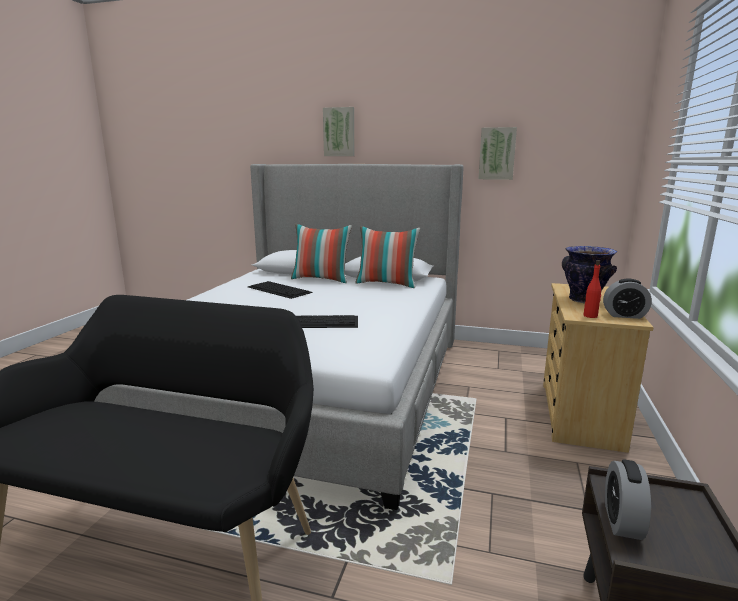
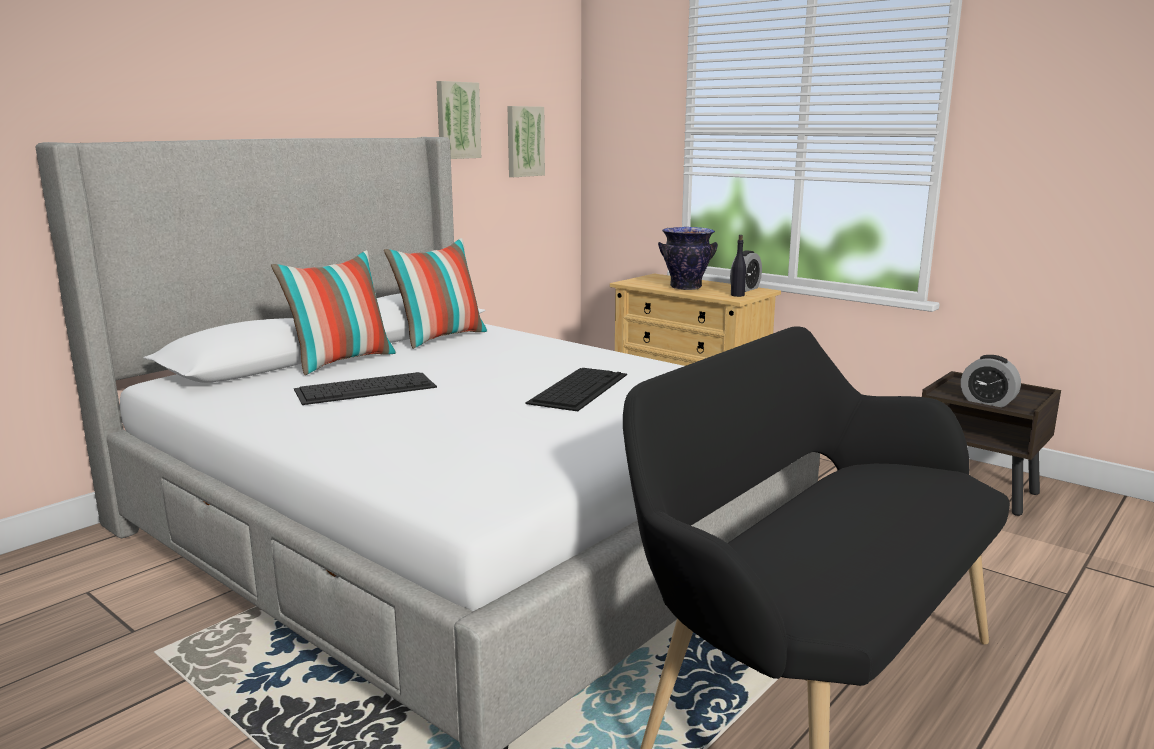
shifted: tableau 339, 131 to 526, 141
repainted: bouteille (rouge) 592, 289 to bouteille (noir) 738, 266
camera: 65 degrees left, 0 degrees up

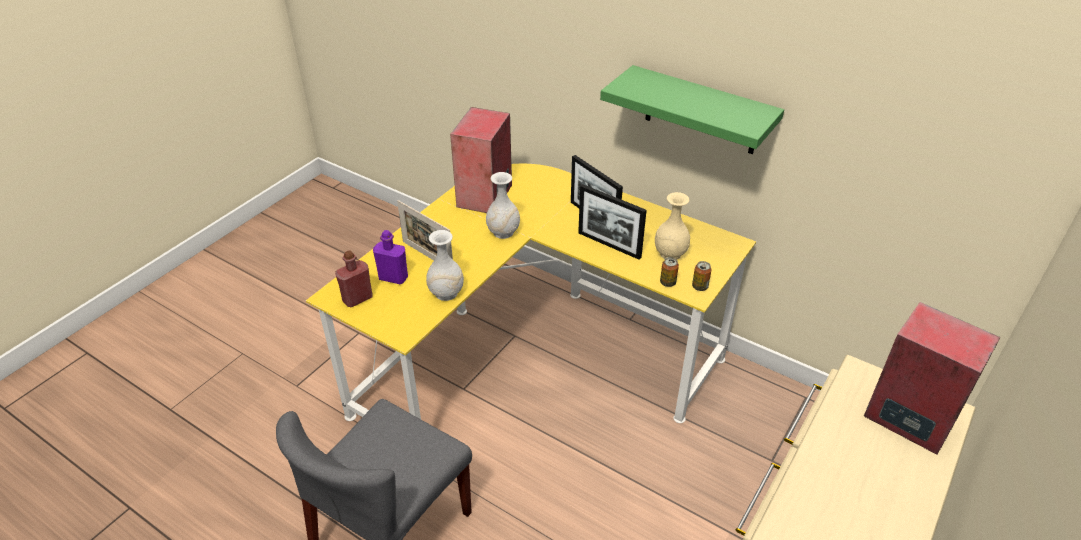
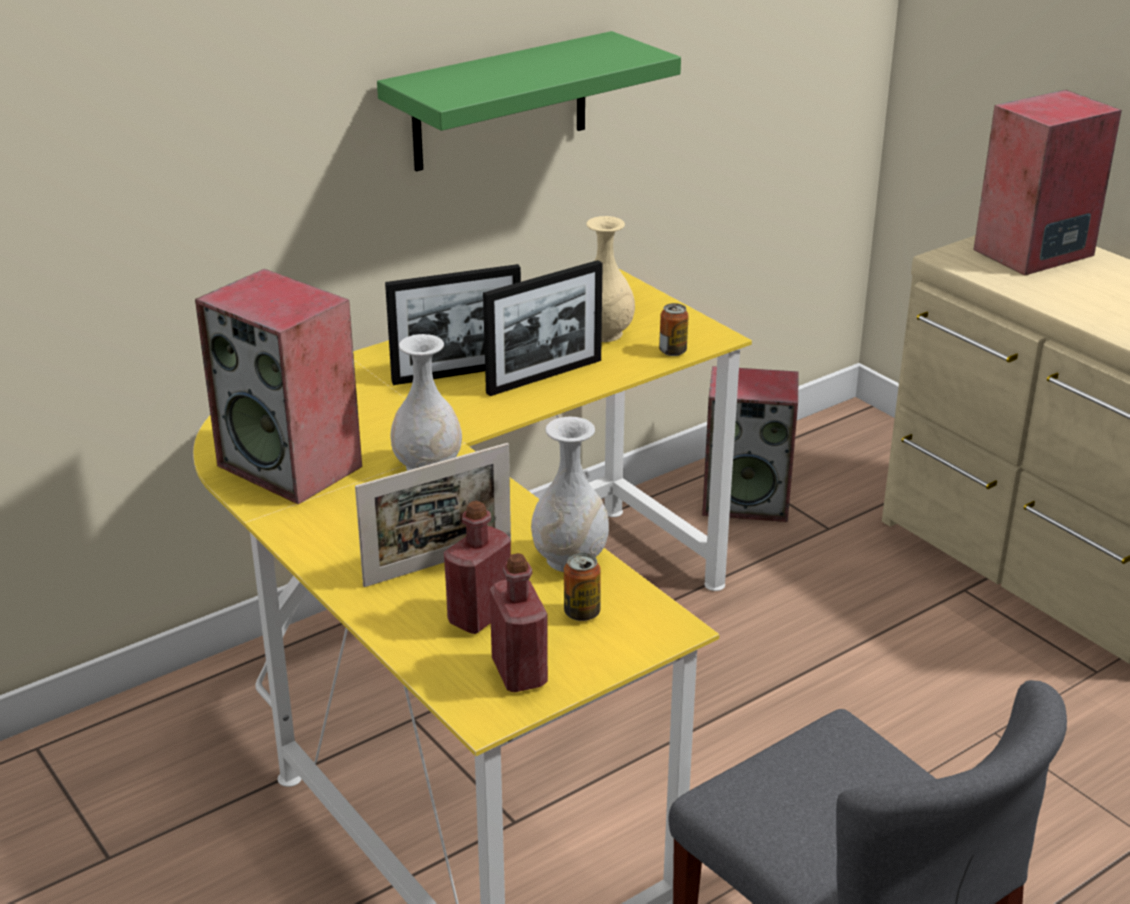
new: enceinte 750, 444
shifted: boîte métallique 702, 276 to 582, 587
repainted: bouteille (violet) 390, 257 to bouteille (rouge) 477, 567
camera: 70 degrees left, 10 degrees down

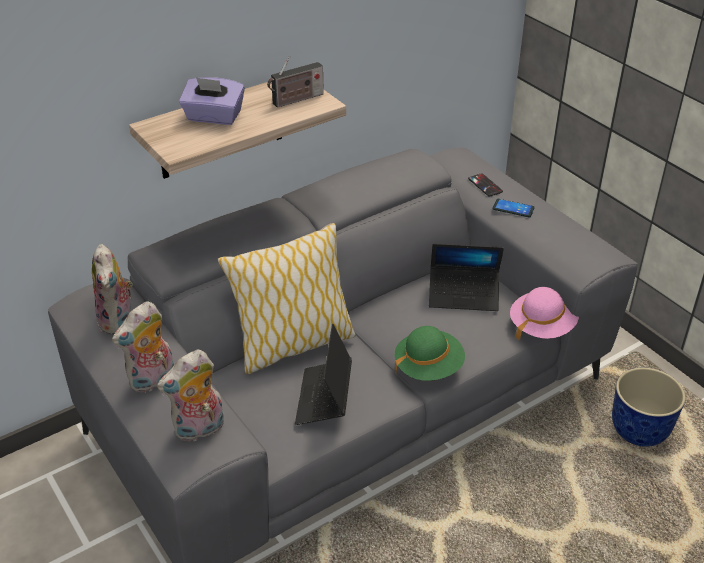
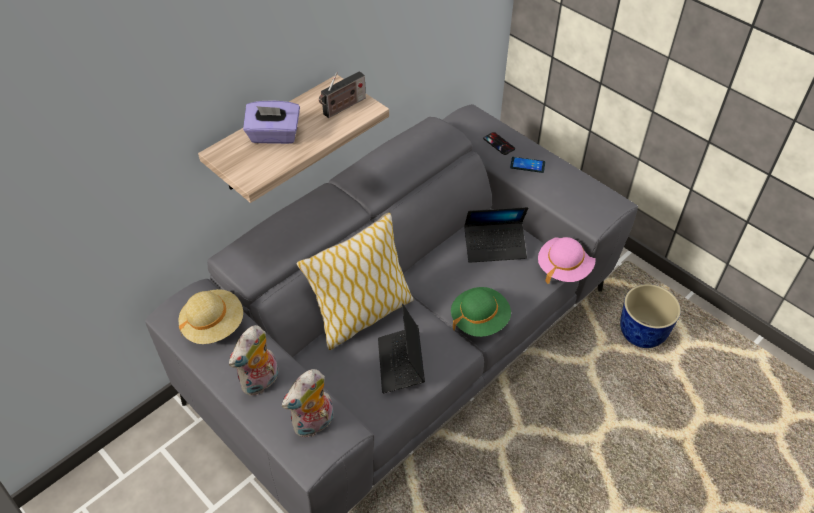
swapped: peluche 112, 289 to chapeau (beige) 210, 316
camera: 10 degrees left, 10 degrees up

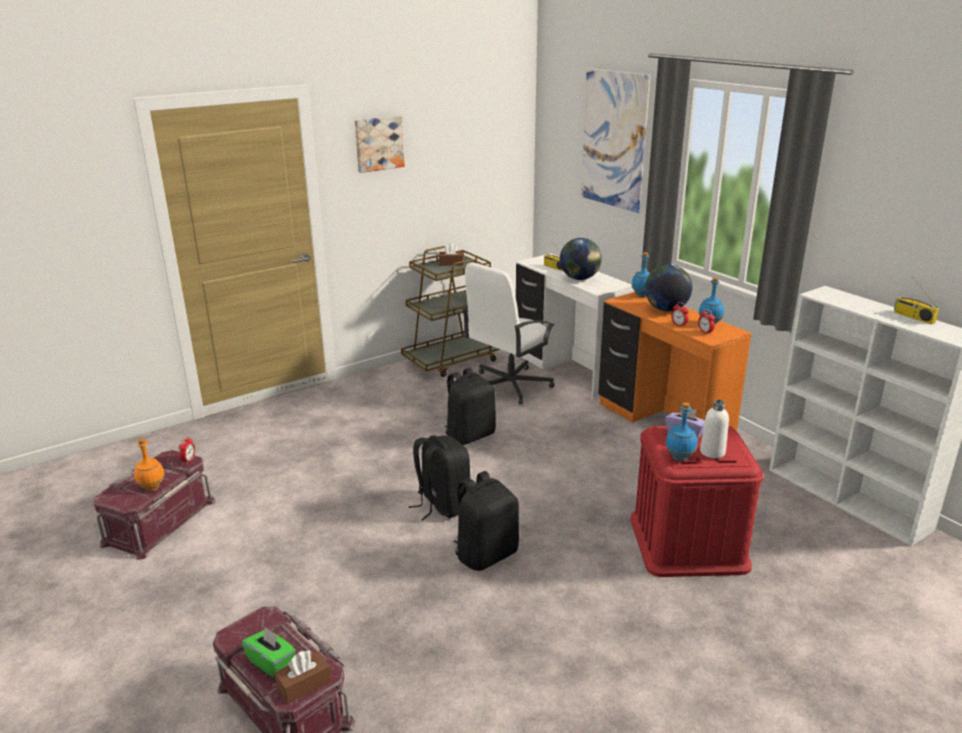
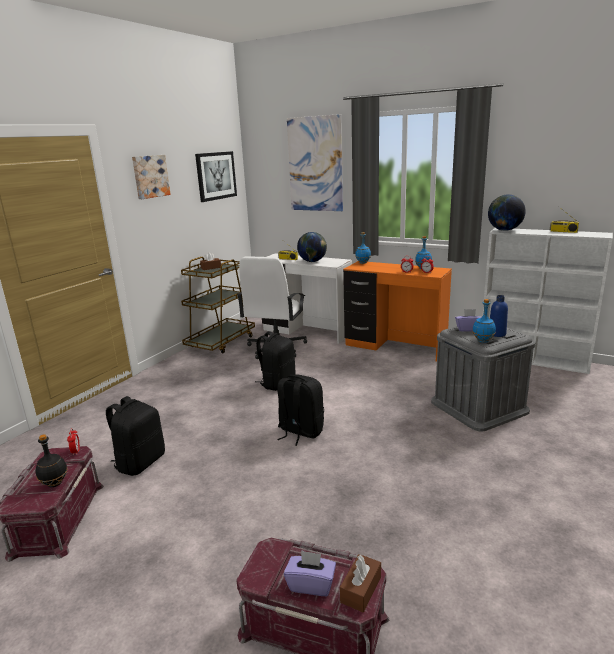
new: tableau 216, 176
shifted: sac à dos (noir) 486, 521 to 135, 436; globe 668, 288 to 507, 212
repainted: bouteille (orange) 149, 465 to bouteille (noir) 51, 460; boîte à mouchoirs (vert) 269, 652 to boîte à mouchoirs (violet) 310, 573; boîte de rangement (rouge) 697, 501 to boîte de rangement (gris) 483, 378; bouteille (blanc) 714, 429 to bouteille (bleu) 499, 316
camera: 25 degrees left, 5 degrees down

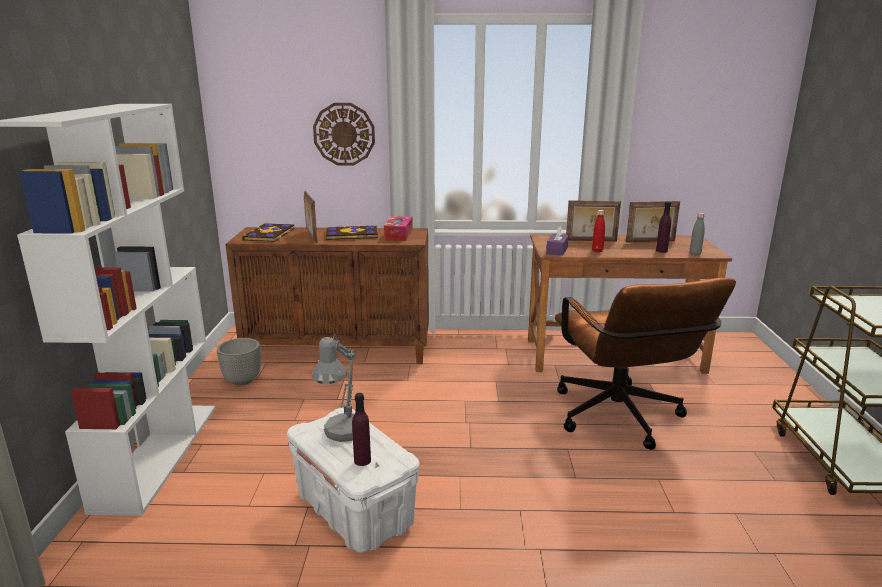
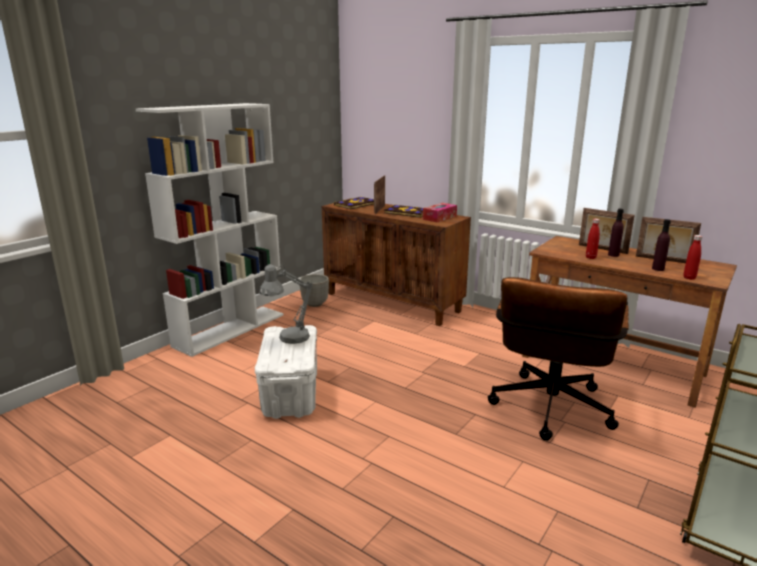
gone: horloge murale 344, 134; boîte à mouchoirs (violet) 557, 240
shifted: bouteille (violet) 361, 429 to 616, 233
repainted: bouteille (gris) 697, 234 to bouteille (rouge) 692, 257
camera: 35 degrees right, 0 degrees up

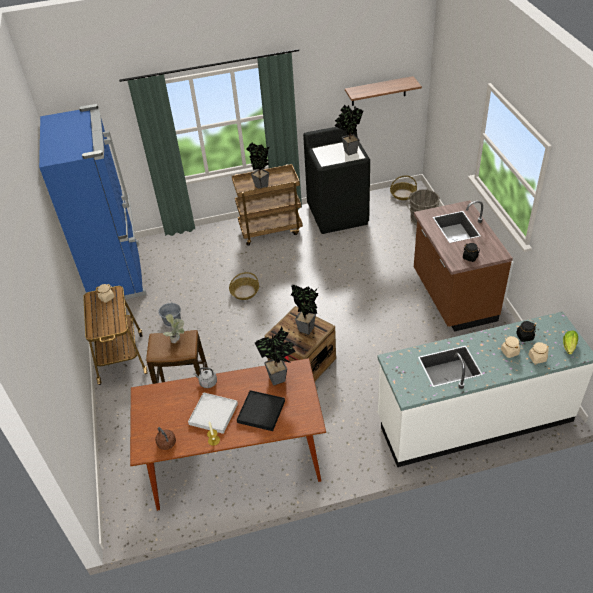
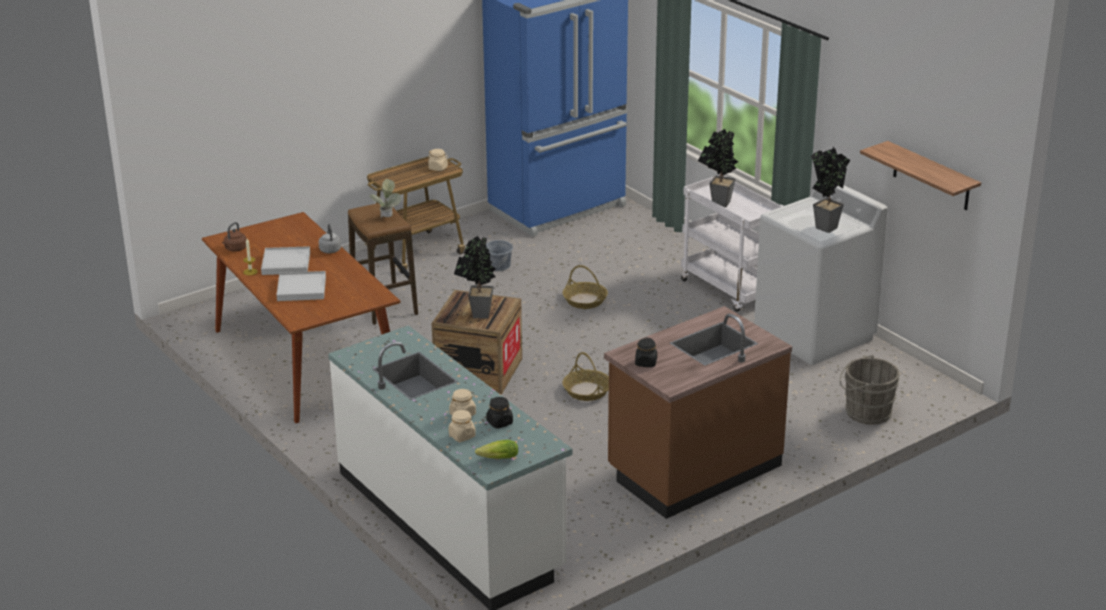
gone: plante en pot 275, 355
shifted: panier 403, 187 to 585, 376
repainted: chariot (marron) 267, 205 to chariot (blanc) 732, 243; plateau (noir) 261, 410 to plateau (blanc) 301, 286; lave-linge (noir) 336, 180 to lave-linge (blanc) 821, 275
camera: 65 degrees right, 15 degrees down

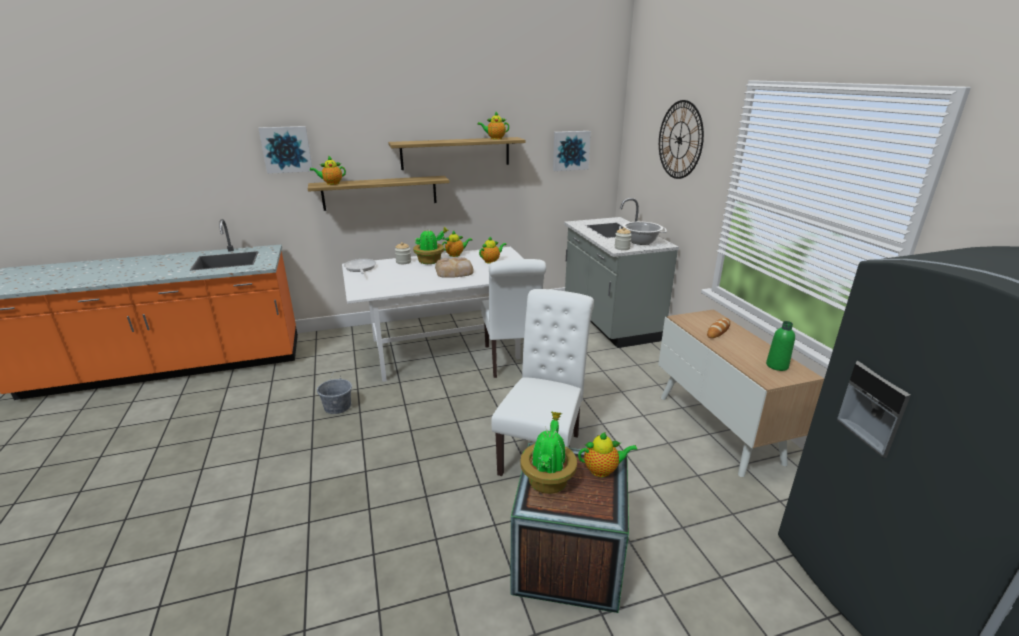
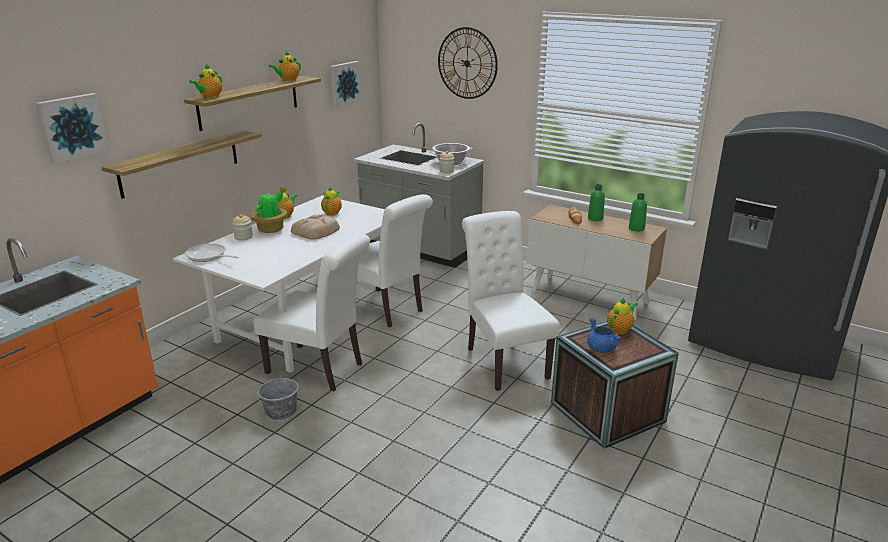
new: chaise (blanc) 311, 312; bouteille (vert) 596, 202
shifted: théière 328, 170 to 205, 81
swapped: plante en pot 548, 452 to marmite (bleu) 604, 335
camera: 40 degrees left, 0 degrees up

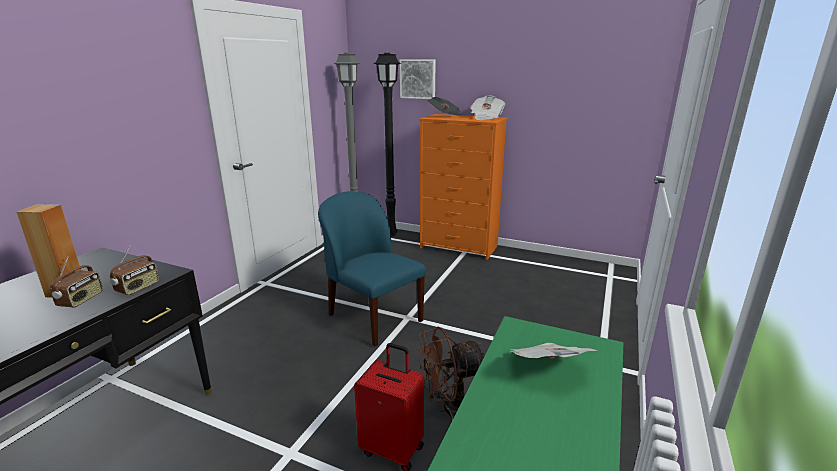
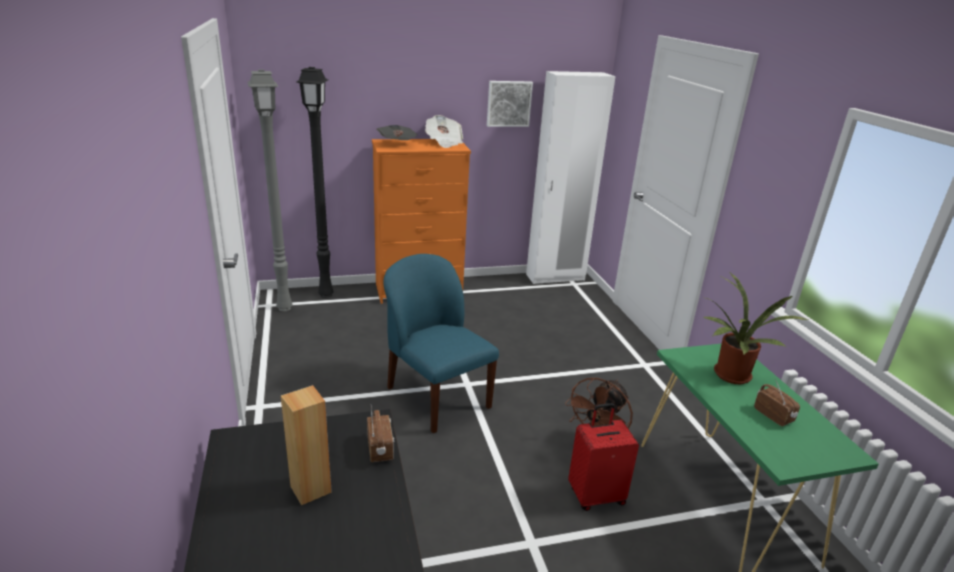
new: armoire (blanc) 570, 177
shifted: radio 76, 281 to 777, 402; tableau 418, 79 to 510, 104
swapped: journal 553, 351 to plante en pot 756, 328
rotated: chaise (bleu) 372, 269 = 441, 344 45 degrees clockwise
camera: 40 degrees left, 5 degrees up

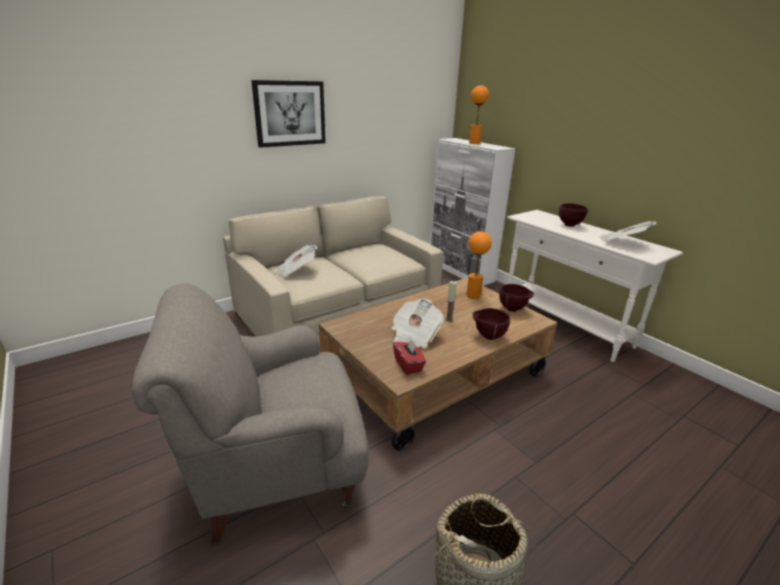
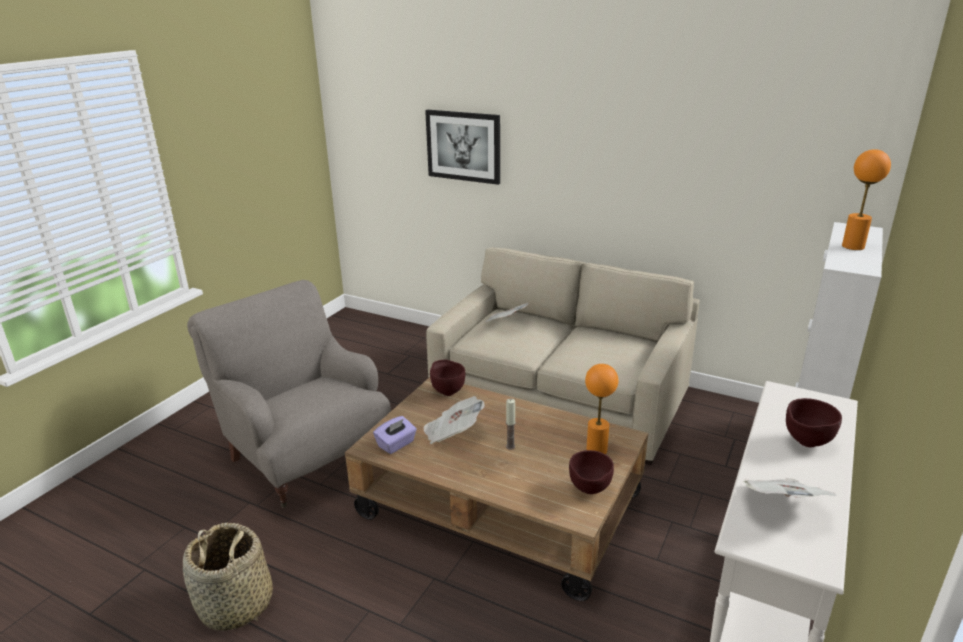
shifted: tableau 288, 114 to 462, 147; bol (marron) 491, 324 to 447, 378
repainted: boîte à mouchoirs (rouge) 409, 357 to boîte à mouchoirs (violet) 395, 435
camera: 65 degrees right, 0 degrees up

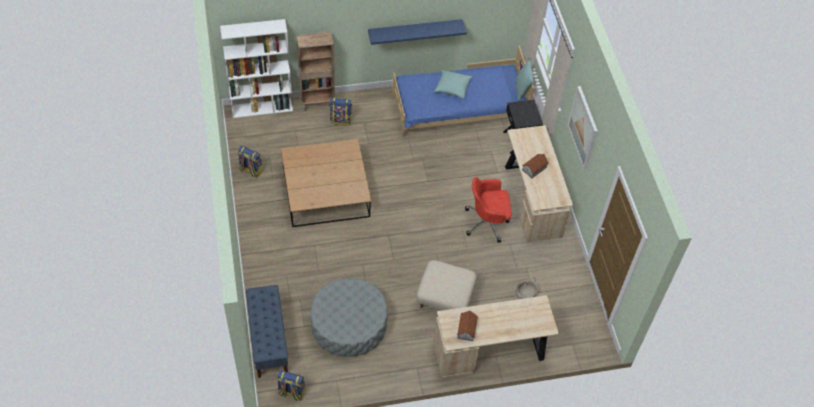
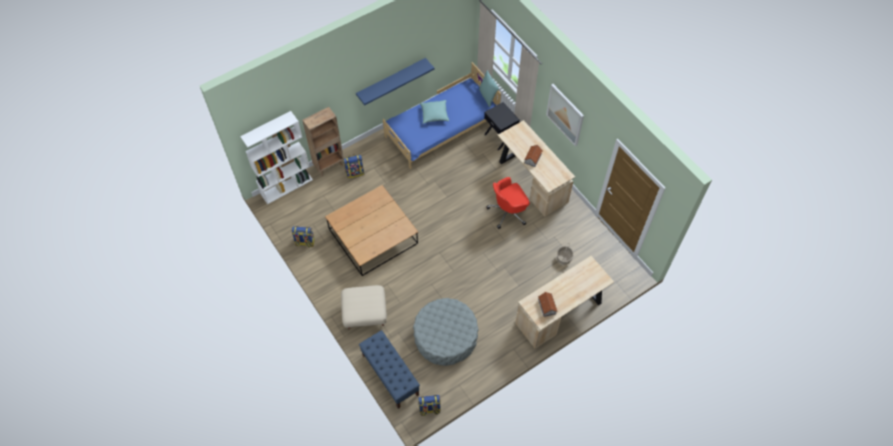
shifted: pouf (beige) 446, 285 to 364, 307
camera: 20 degrees left, 5 degrees up

